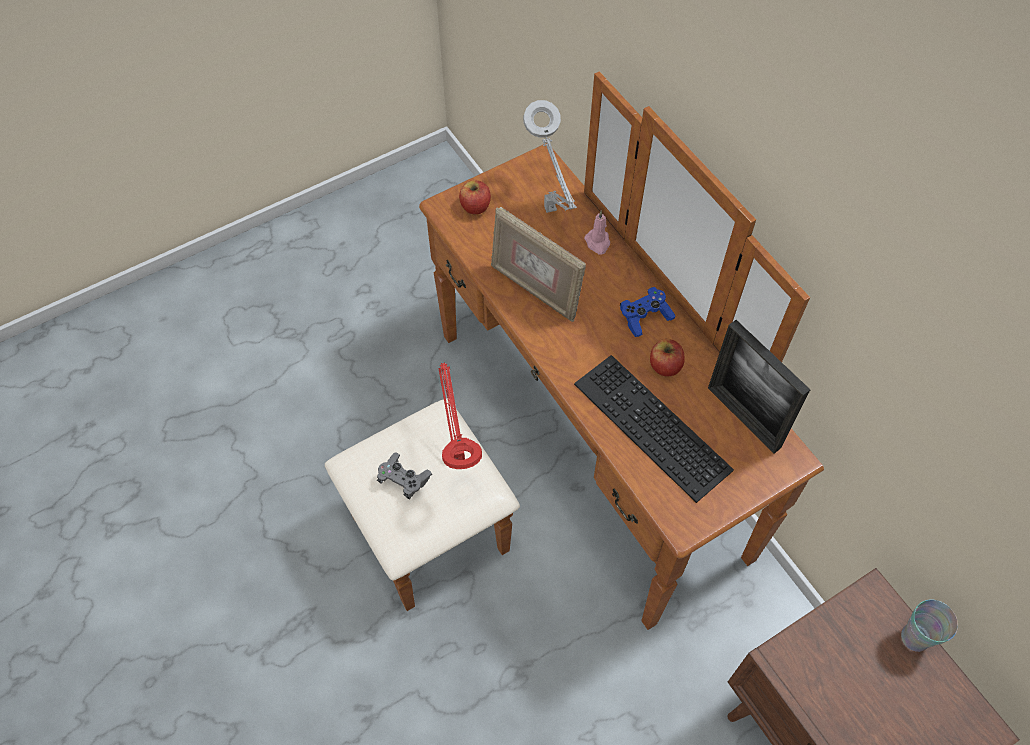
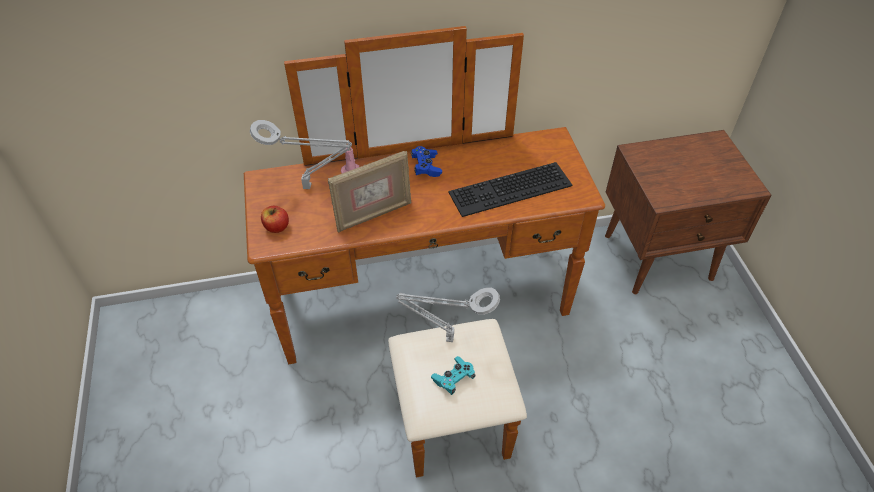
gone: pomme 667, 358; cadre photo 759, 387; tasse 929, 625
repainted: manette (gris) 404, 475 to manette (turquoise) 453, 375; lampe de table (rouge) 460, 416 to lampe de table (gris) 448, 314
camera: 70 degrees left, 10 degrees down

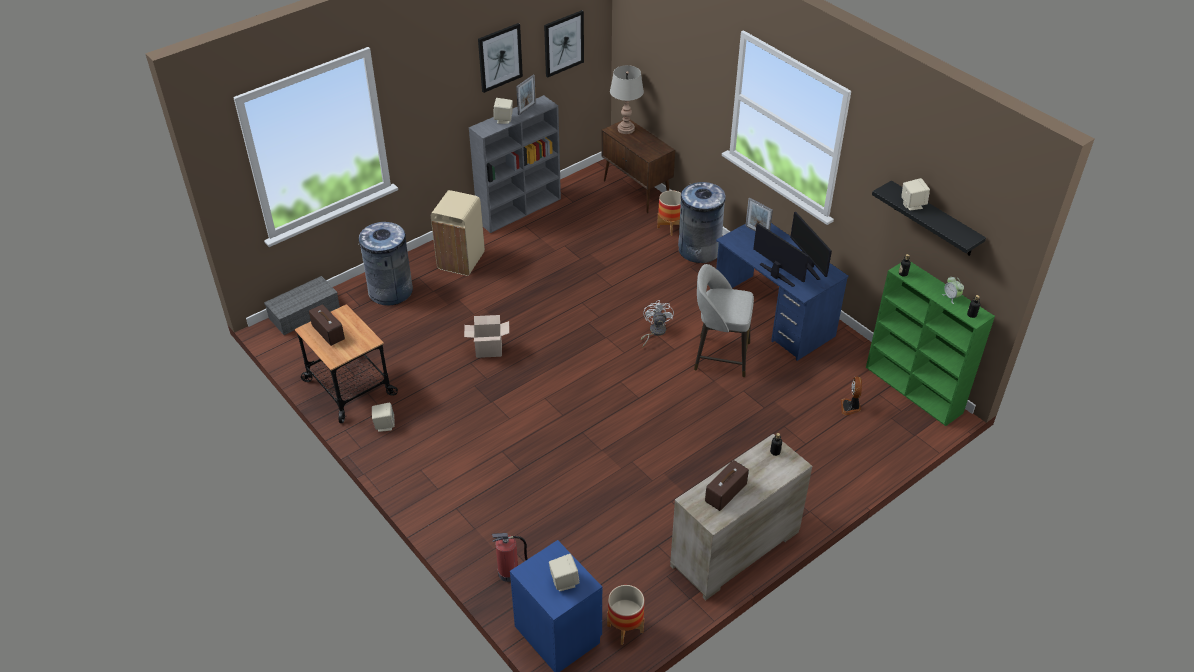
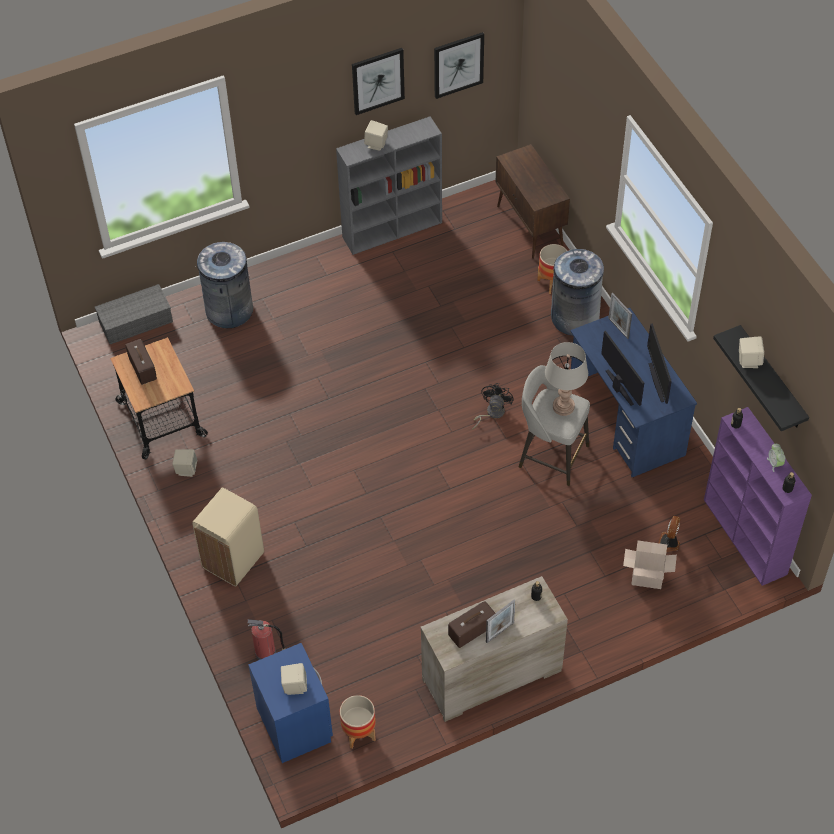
shifted: poubelle (beige) 458, 233 to 228, 537; carton 486, 336 to 650, 565; cadre photo 526, 94 to 501, 621; lampe de table (gris) 627, 99 to 566, 379
repainted: ventilateur (blanc) 657, 324 to ventilateur (noir) 493, 406; bibliothèque (vert) 930, 343 to bibliothèque (violet) 758, 496
camera: 15 degrees right, 10 degrees up

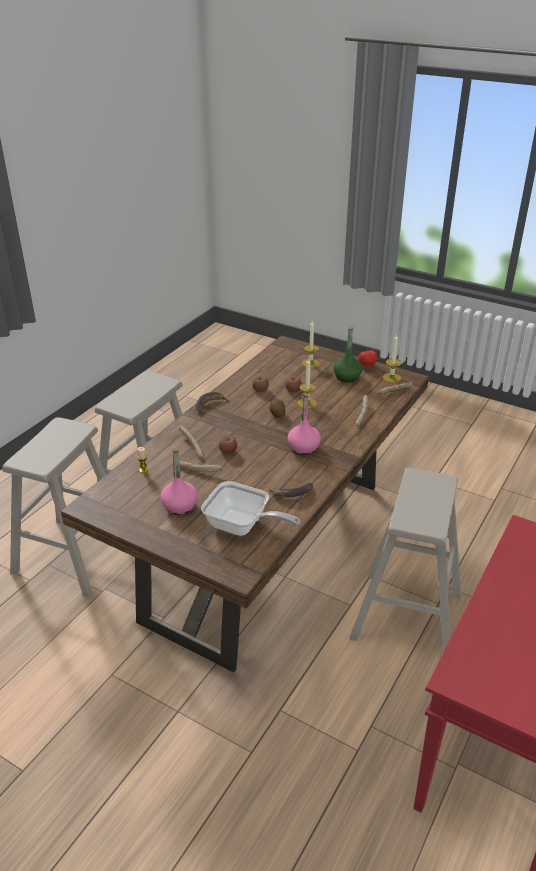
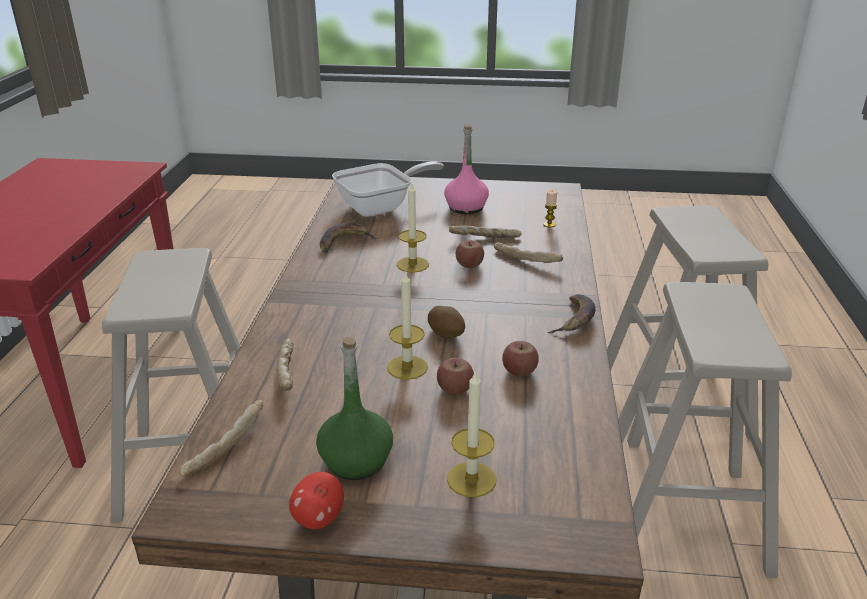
gone: bouteille (rose) 304, 424
shifted: bougie 392, 358 to 413, 227
rotated: poêle 251, 508 = 388, 188 150 degrees clockwise
camera: 155 degrees right, 5 degrees down

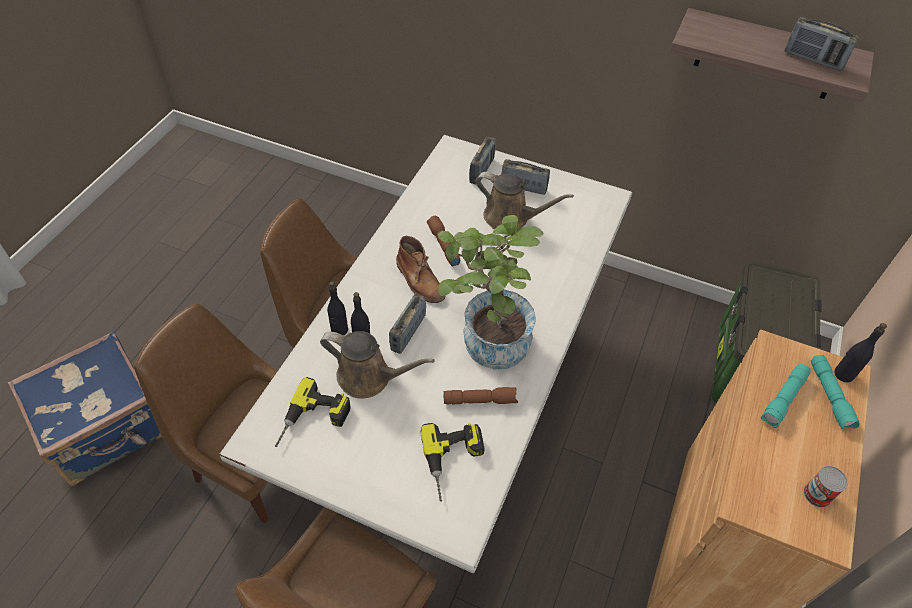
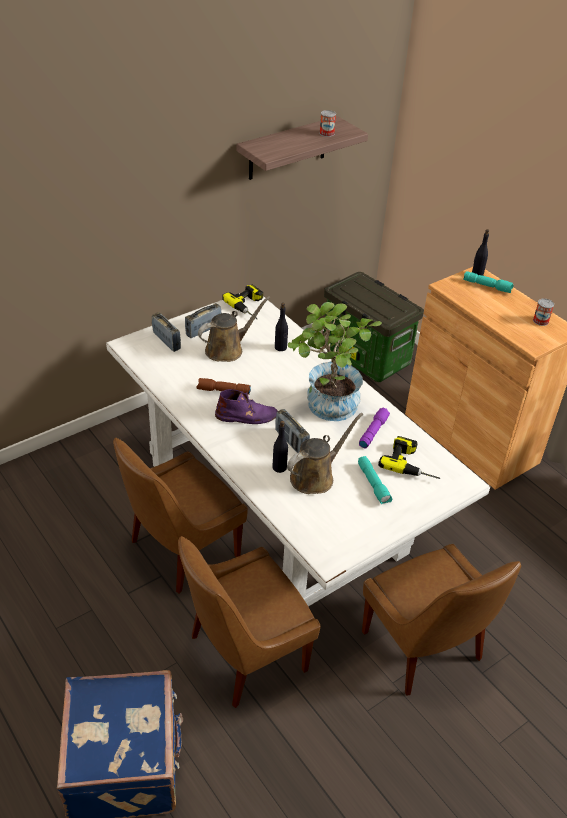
shifted: perceuse 313, 412 to 242, 302; bouteille (noir) 337, 308 to 281, 327; lampe de poche (turquoise) 786, 396 to 375, 480
swapped: radio 822, 44 to boîte métallique 327, 123
repainted: botte (marron) 420, 269 to botte (violet) 246, 406; lampe de poche (marron) 480, 396 to lampe de poche (violet) 374, 428
camera: 60 degrees left, 10 degrees down

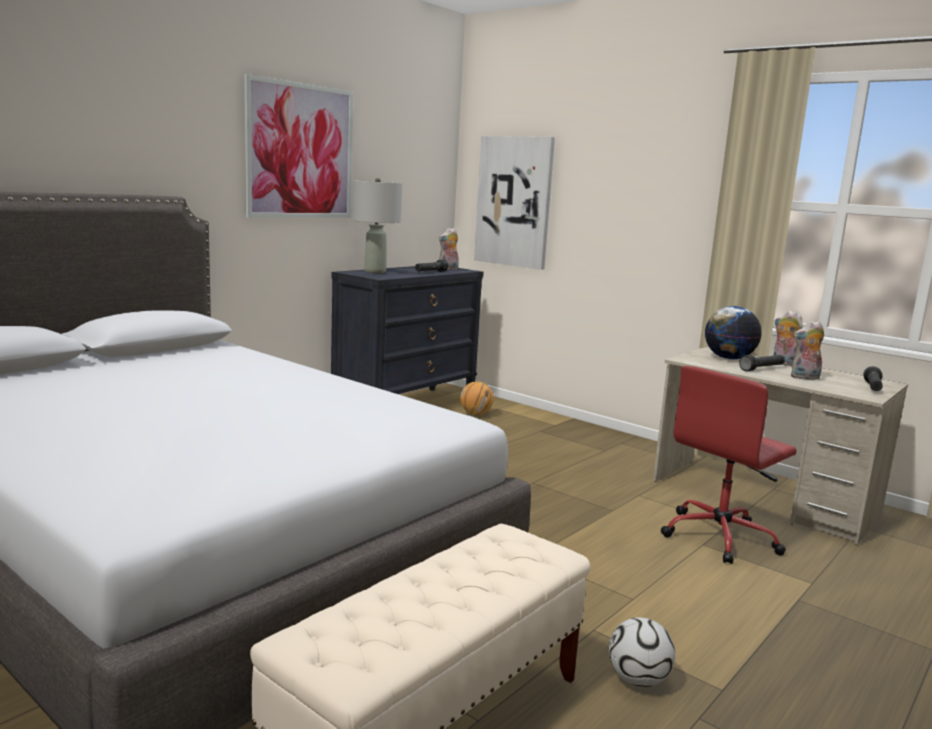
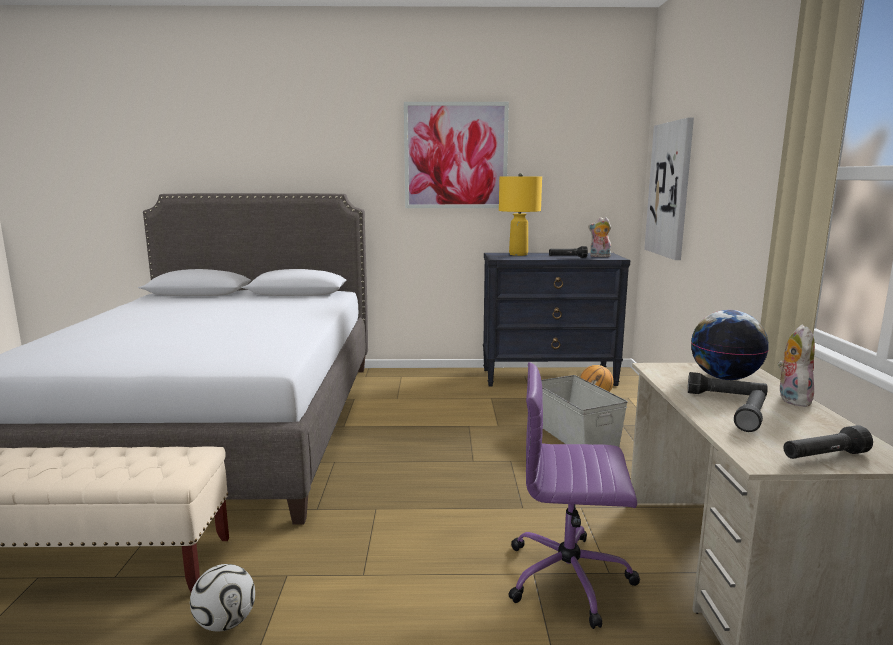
new: boîte de rangement (gris) 584, 411
swapped: peluche 807, 350 to lampe de poche (noir) 749, 411
repainted: lampe de table (gris) 377, 225 to lampe de table (jaune) 520, 214; chaise de bureau (rouge) 729, 465 to chaise de bureau (violet) 574, 495
camera: 50 degrees right, 0 degrees up

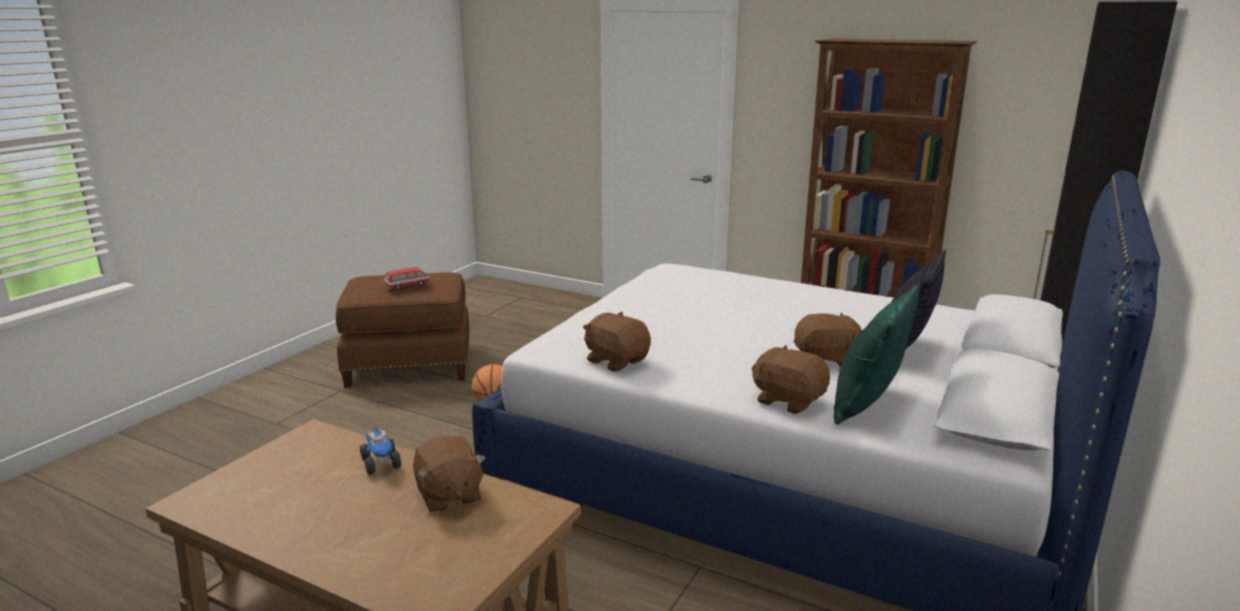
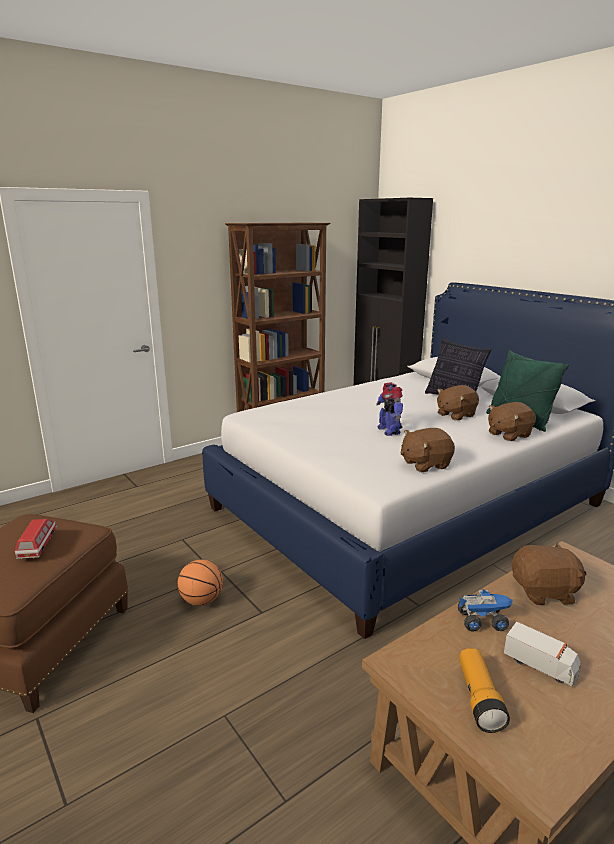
new: robot jouet 389, 409; lampe de poche 484, 690; camion jouet 542, 653
rotated: peluche (marron) 828, 340 = 458, 403 150 degrees counterclockwise
camera: 65 degrees left, 0 degrees up

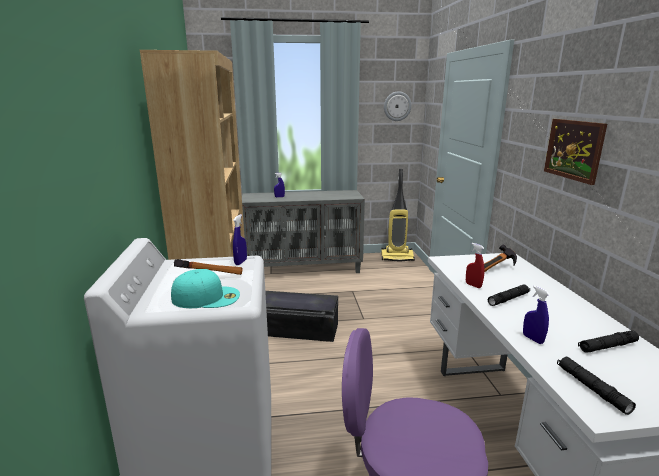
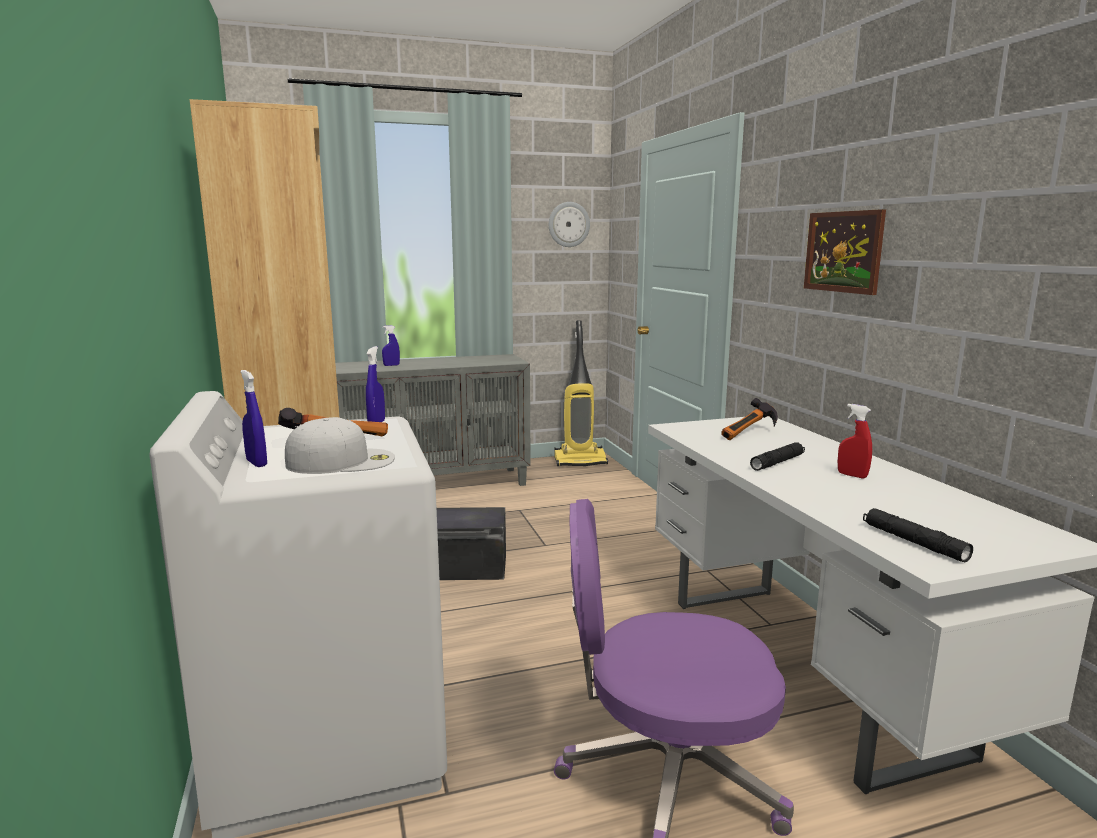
gone: lampe de poche (noir) 608, 341
shifted: vaporisateur (rouge) 475, 265 to 855, 441; vaporisateur (bleu) 536, 315 to 253, 418
repainted: casquette (turquoise) 205, 288 to casquette (blanc) 340, 445
camera: 10 degrees left, 5 degrees down

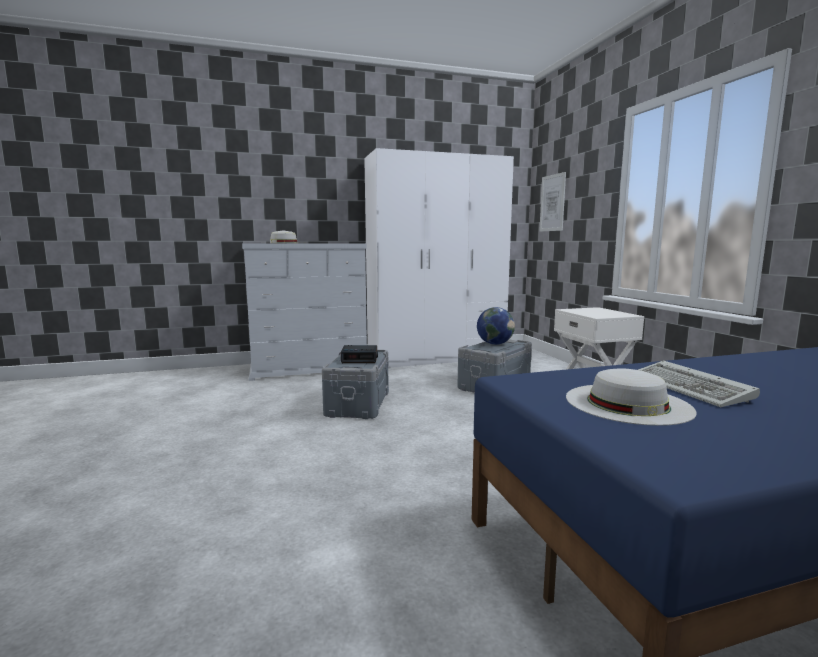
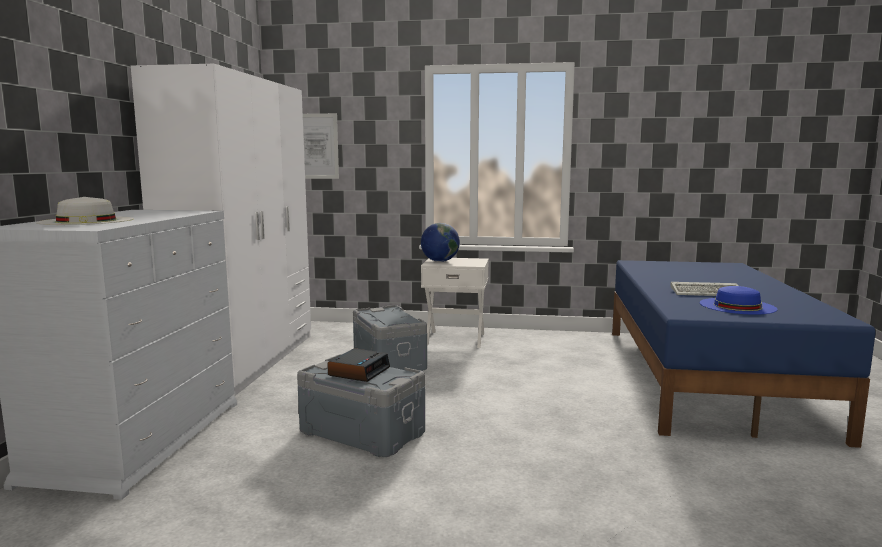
shifted: globe 496, 326 to 440, 242
repainted: chapeau (blanc) 631, 397 to chapeau (bleu) 738, 300
camera: 65 degrees left, 0 degrees up

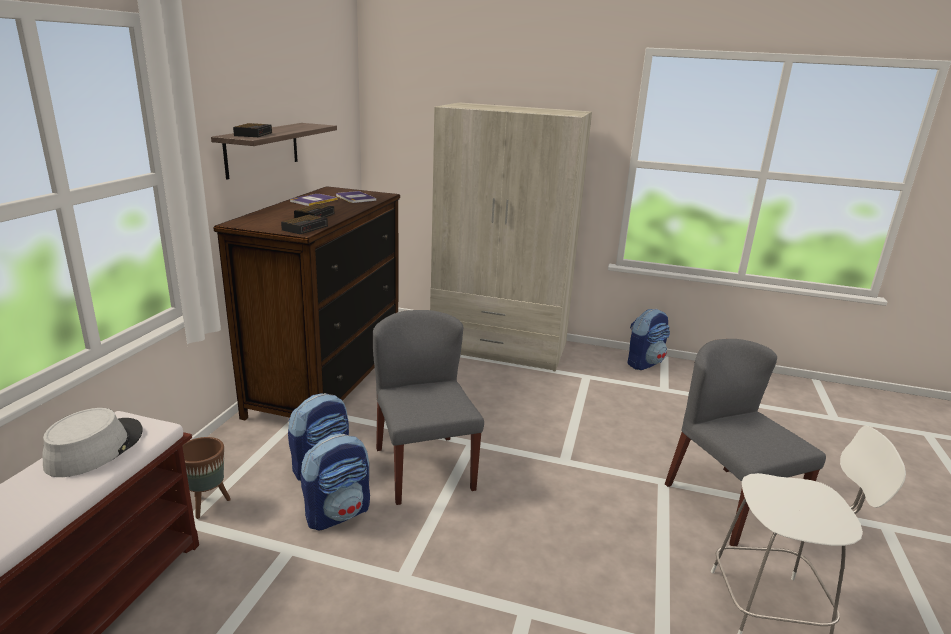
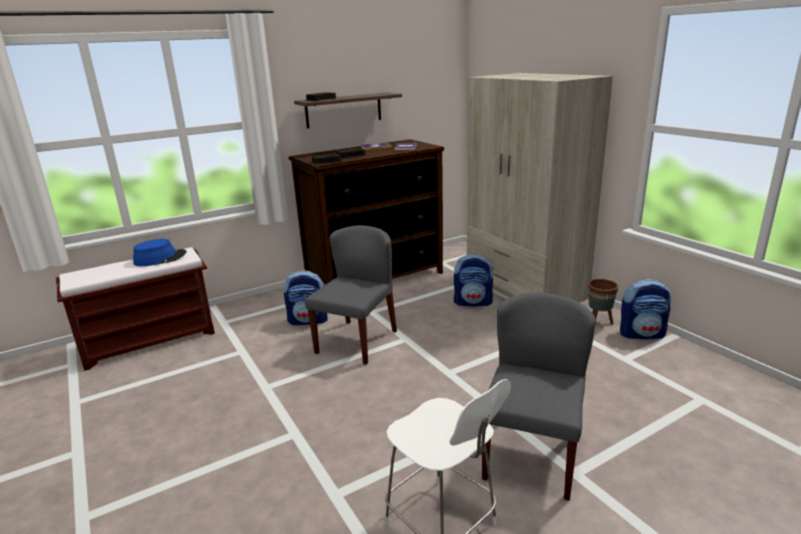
shifted: cache-pot (marron) 207, 478 to 603, 302; sac à dos 335, 481 to 474, 279
repainted: chapeau (gris) 93, 442 to chapeau (bleu) 159, 252
camera: 45 degrees right, 0 degrees up

